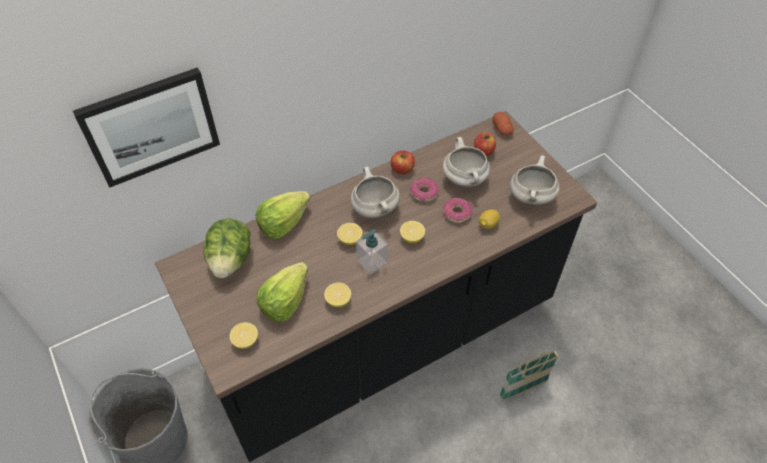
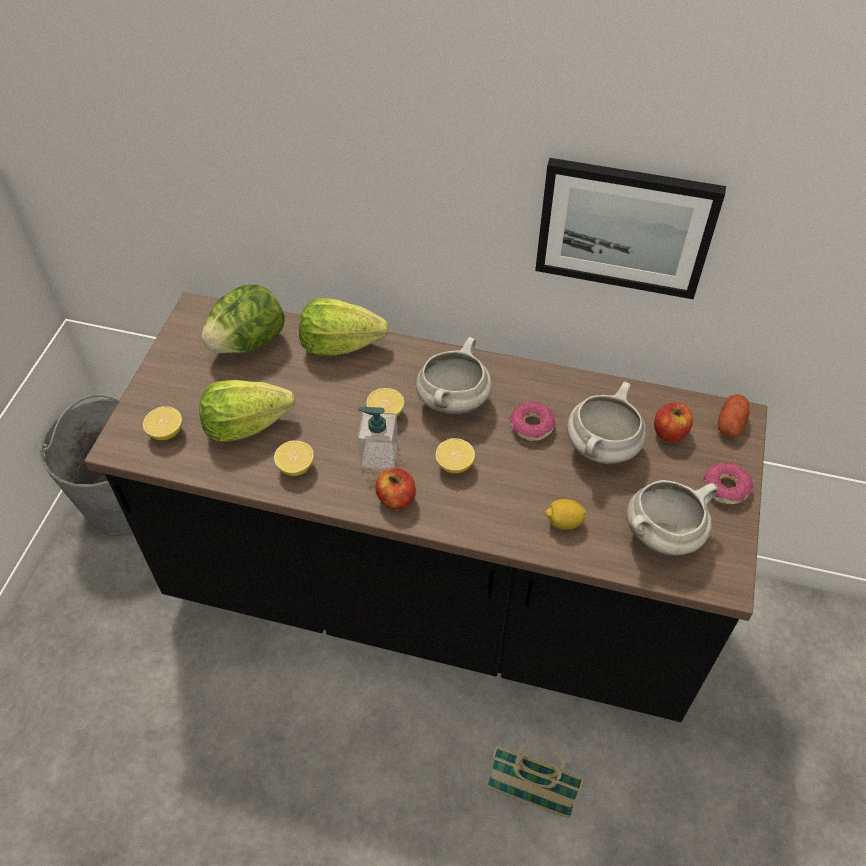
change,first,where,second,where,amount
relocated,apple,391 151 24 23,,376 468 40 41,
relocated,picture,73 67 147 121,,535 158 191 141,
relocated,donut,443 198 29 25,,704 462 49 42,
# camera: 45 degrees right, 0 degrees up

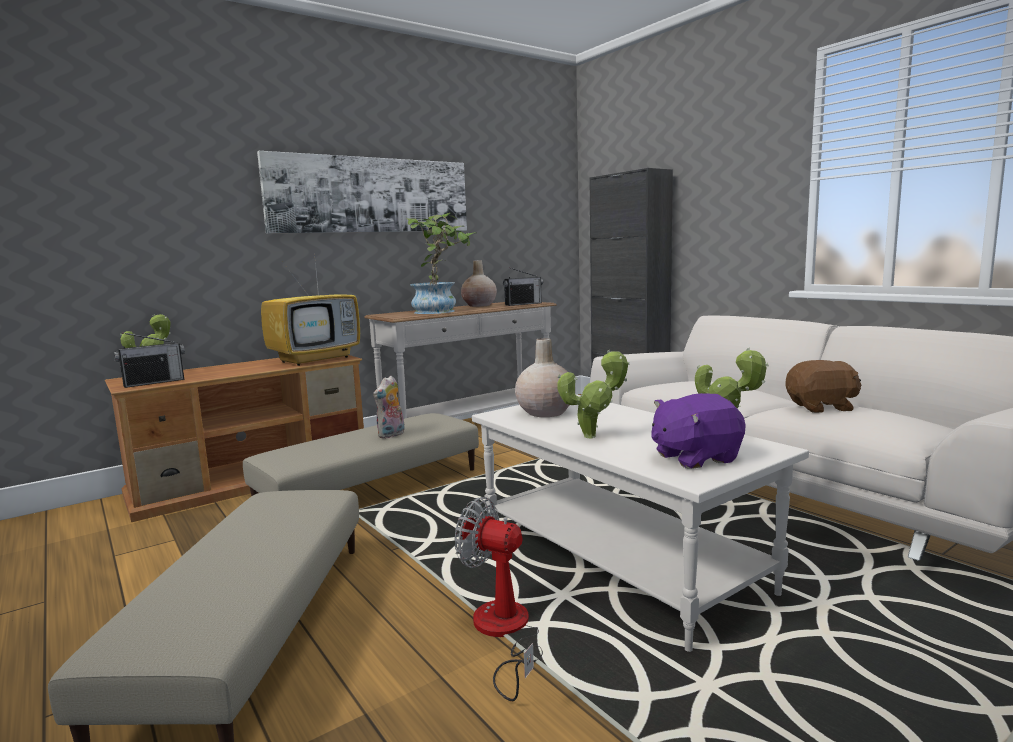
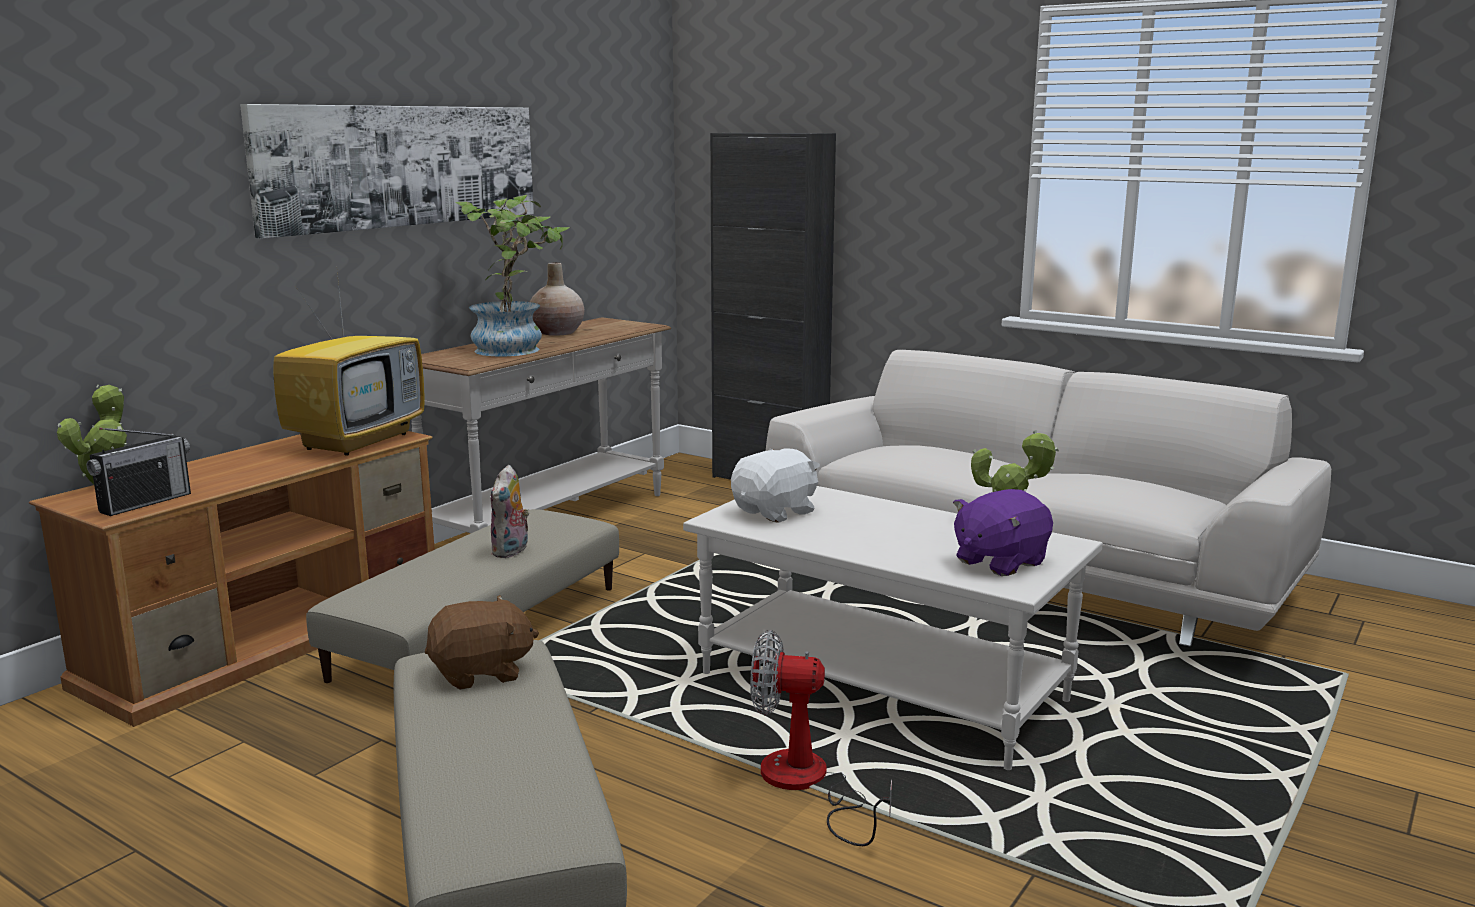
change,first,where,second,where,amount
relocated,brown plush toy,785 360 77 53,,425 595 114 95,
exchanged,beige vase,515 338 55 79,white plush toy,731 448 89 75,
missing,radio,503 267 40 39,,,
missing,potted plant,557 350 73 88,,,
# camera: 20 degrees left, 5 degrees up

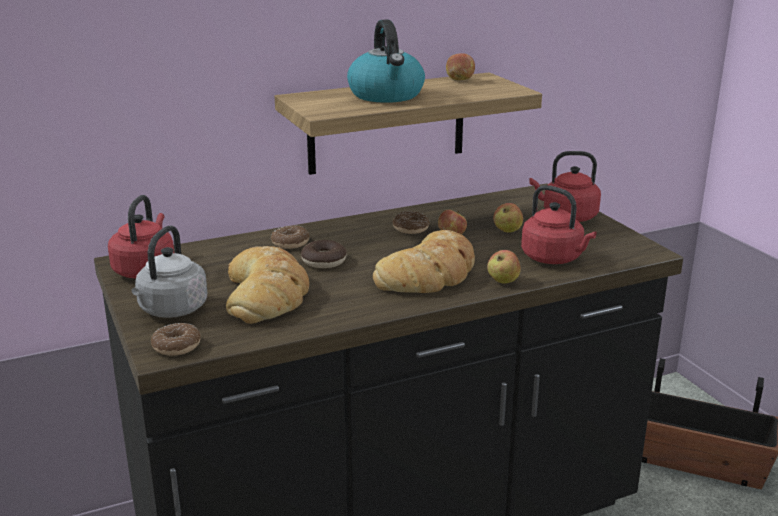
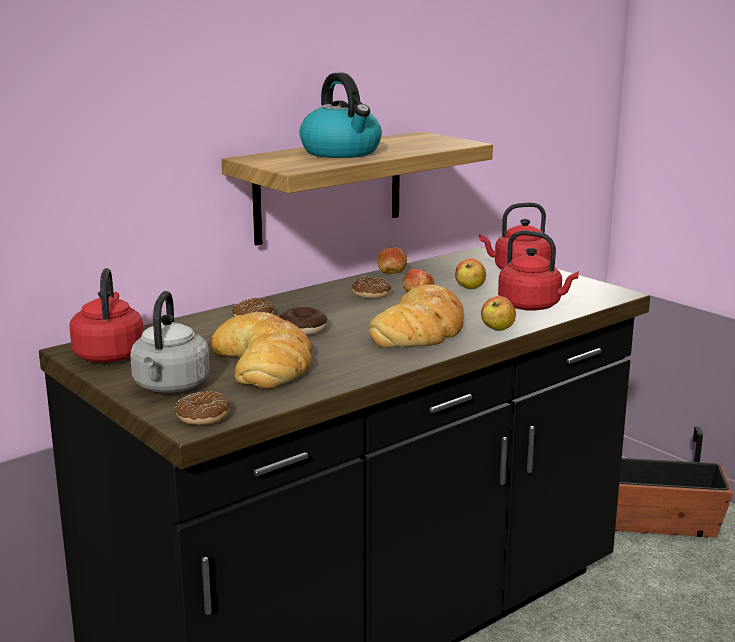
change,first,where,second,where,amount
relocated,apple,446 53 29 27,,377 247 30 27,
# camera: 15 degrees left, 5 degrees down

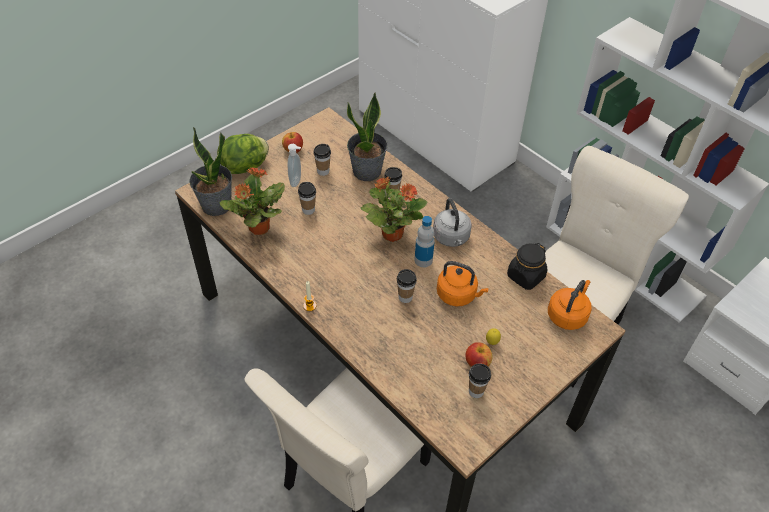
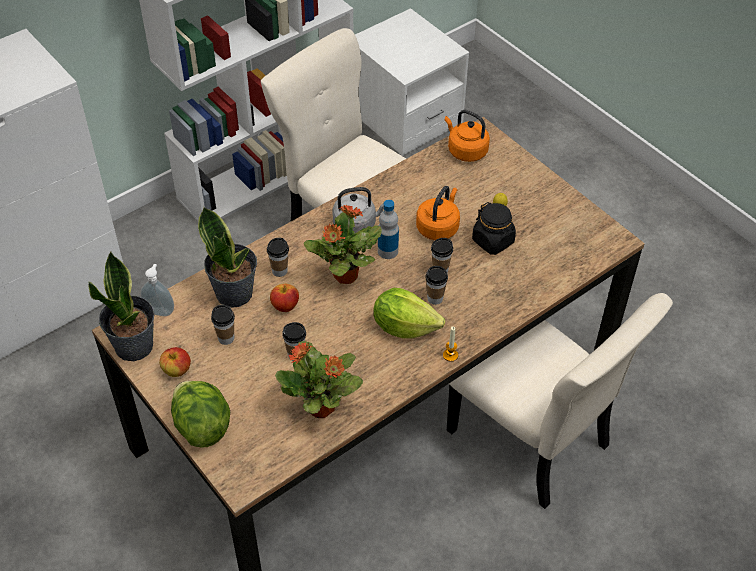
change,first,where,second,where,amount
relocated,potted plant,189 127 43 89,,89 251 66 110,
relocated,soap dispenser,287 144 14 43,,140 264 34 52,
relocated,apple,465 342 27 25,,270 284 29 28,
appeared,,,lettuce,374 288 71 50,
relocated,cup,469 363 22 35,,425 266 23 39,
relocated,black jar,507 243 41 47,,472 202 44 53,
# camera: 85 degrees left, 0 degrees up

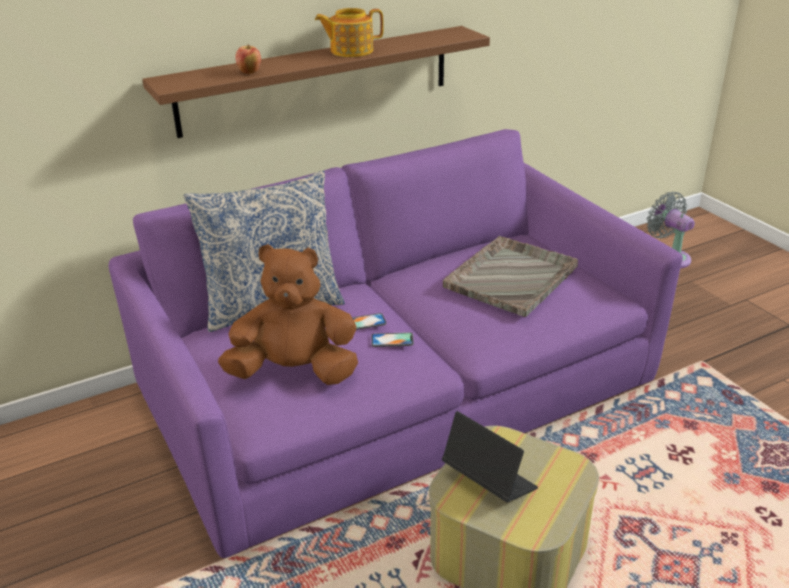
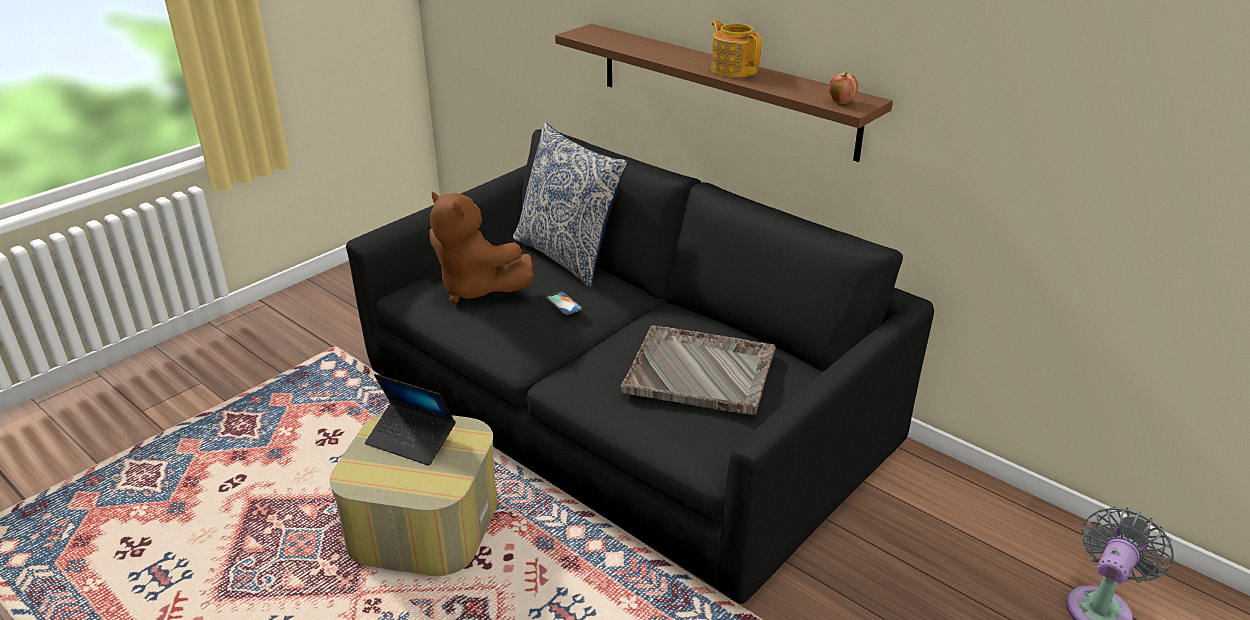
change,first,where,second,where,amount
colour,purple sofa,108 129 575 429,black sofa,346 129 588 475,
spun,laptop,442 411 96 91,,365 374 91 92,90 degrees clockwise
spun,brown plush toy,218 244 140 141,,429 192 105 111,150 degrees clockwise
relocated,apple,235 45 26 29,,829 72 29 32,
missing,phone,371 332 43 15,,,
# camera: 70 degrees right, 0 degrees up

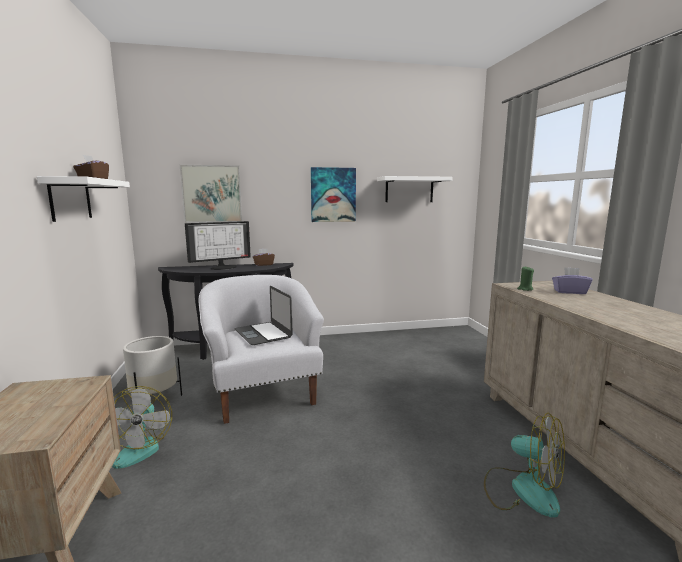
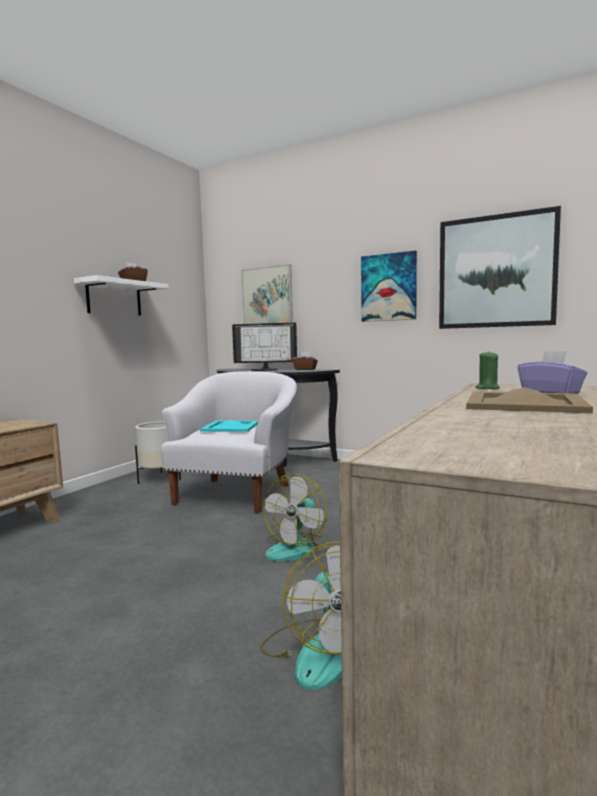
change,first,where,second,where,amount
exchanged,laptop,234 286 59 59,turquoise tray,200 420 58 12,
relocated,fan,112 386 60 83,,263 474 64 87,
exchanged,white shelf,377 176 76 26,picture,439 206 122 123,
appeared,,,beige tray,466 387 127 26,
# camera: 40 degrees right, 5 degrees down

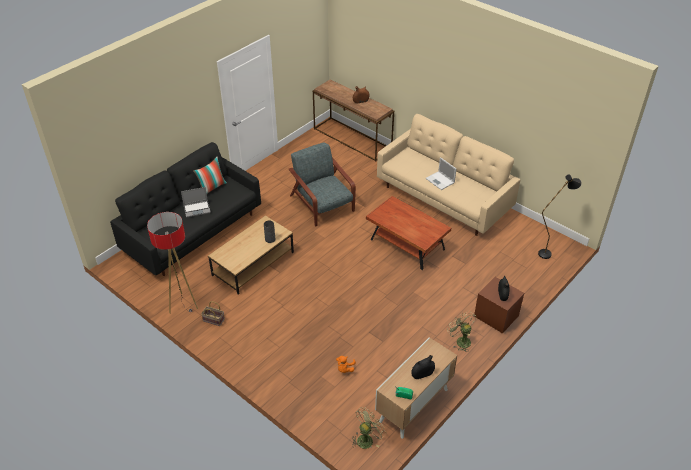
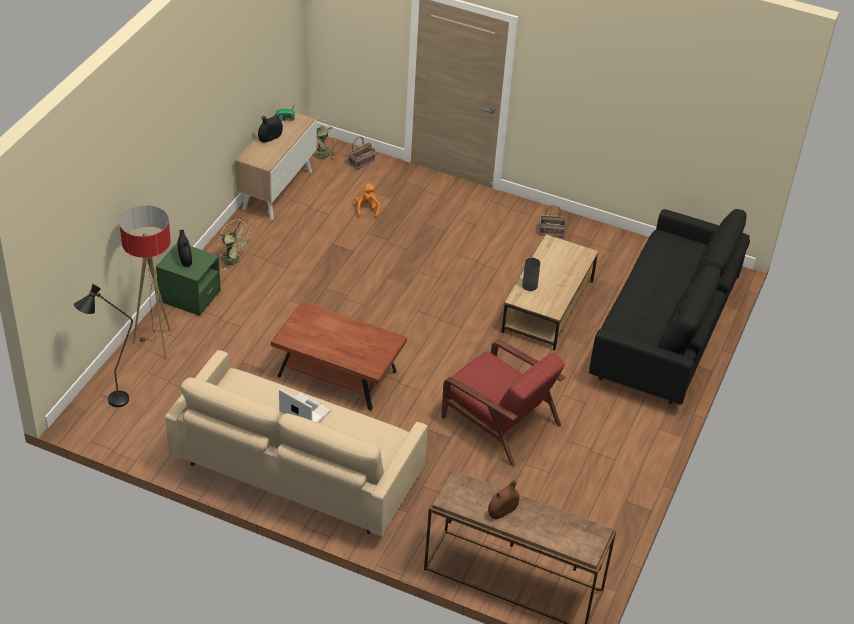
change,first,where,second,where,amount
relocated,floor lamp,147 212 51 102,,119 205 52 154,
colour,brown nightstand,474 277 50 56,green nightstand,156 243 65 73,
appeared,,,basket,349 137 27 33,
colour,grey armchair,289 142 67 84,red armchair,441 339 124 127,
missing,laptop,181 187 30 30,,,
missing,pillow,193 157 34 37,,,
# camera: 160 degrees right, 0 degrees up

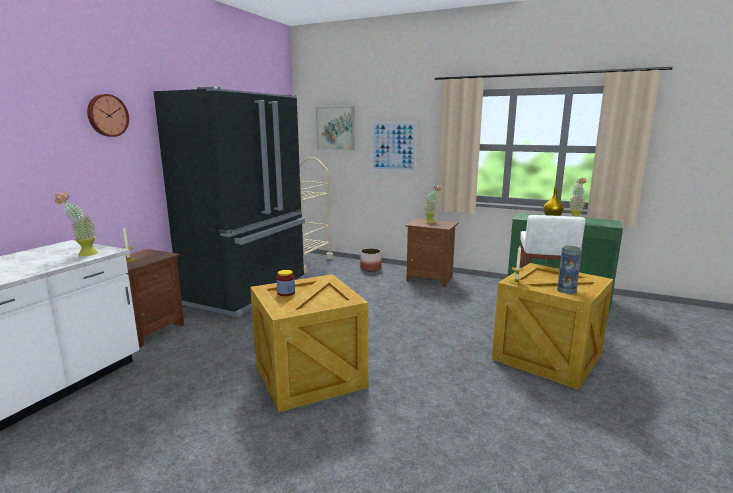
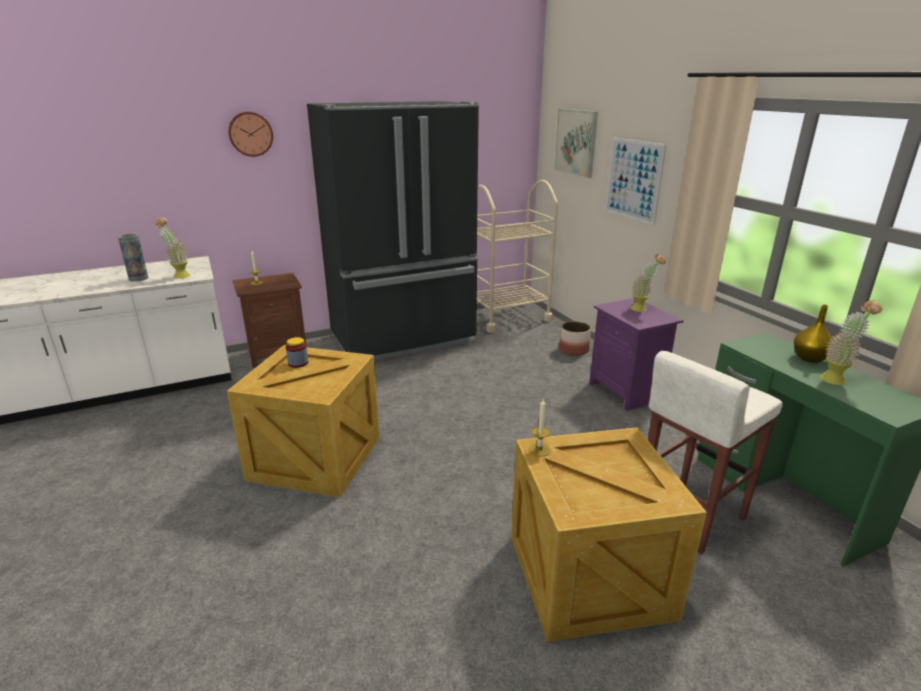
change,first,where,second,where,amount
relocated,vase,557 246 25 48,,118 234 31 48,
colour,brown nightstand,405 219 54 68,purple nightstand,589 298 95 113,
# camera: 40 degrees right, 10 degrees up

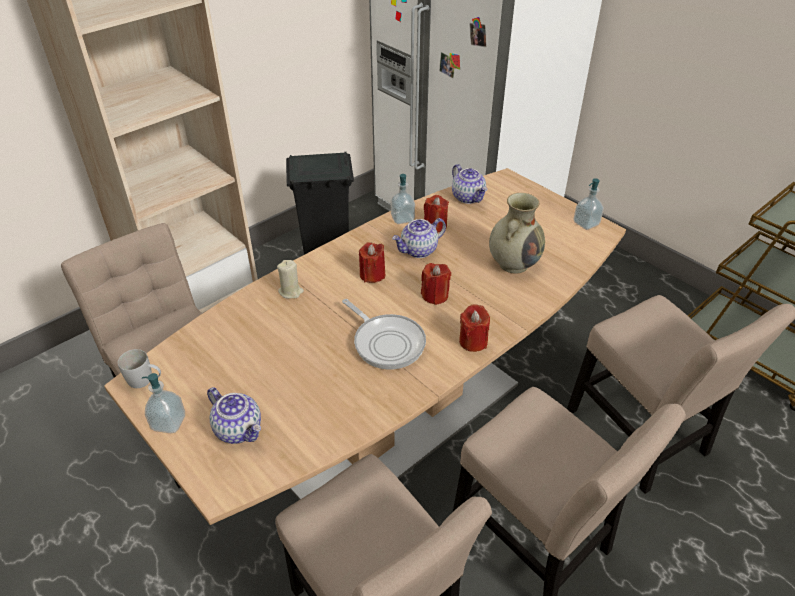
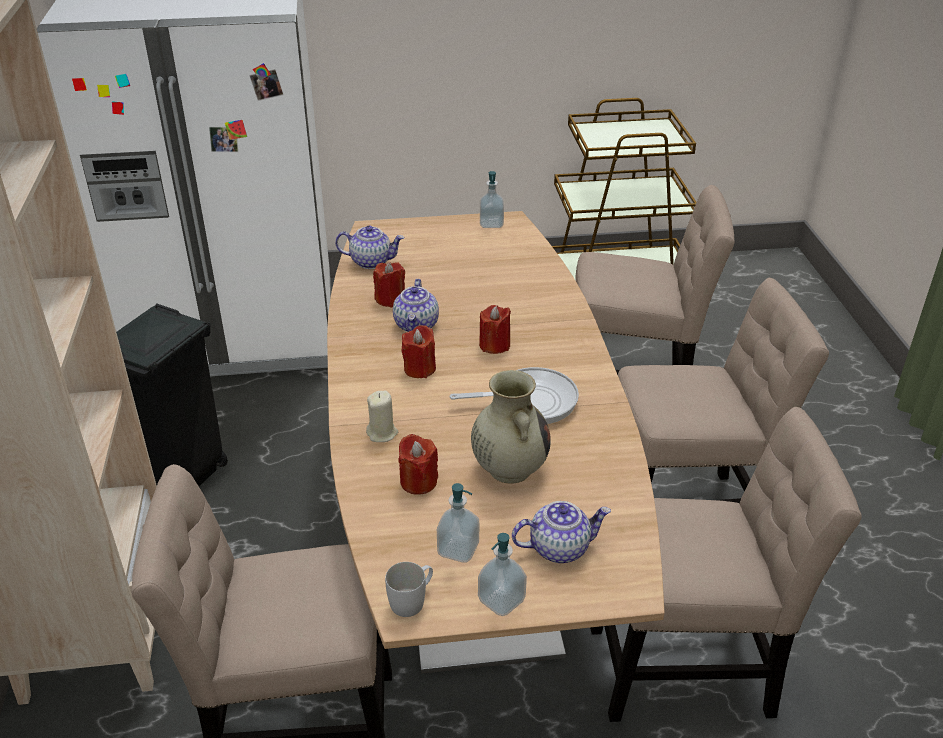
change,first,where,second,where,amount
relocated,red candle,459 304 31 48,,399 434 39 61,
relocated,soap dispenser,391 174 24 50,,437 483 42 79,
relocated,beige vase,489 193 56 81,,471 370 80 114,
# camera: 55 degrees left, 5 degrees down

